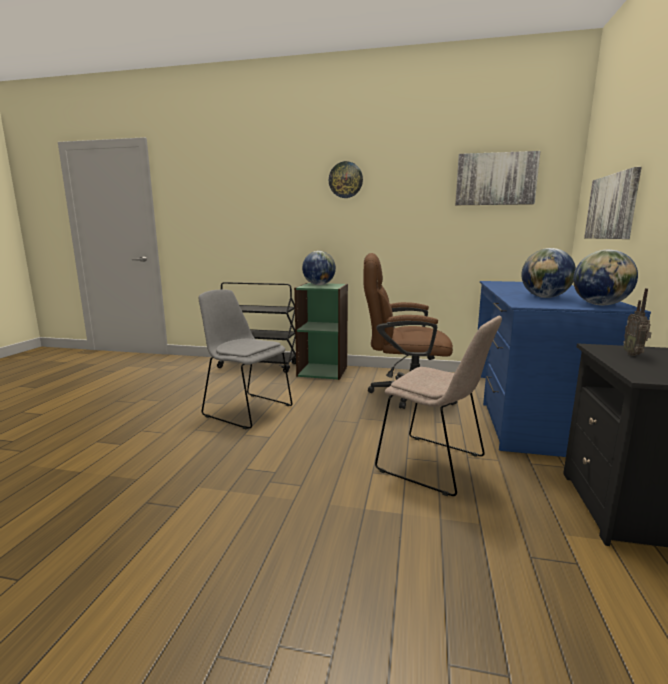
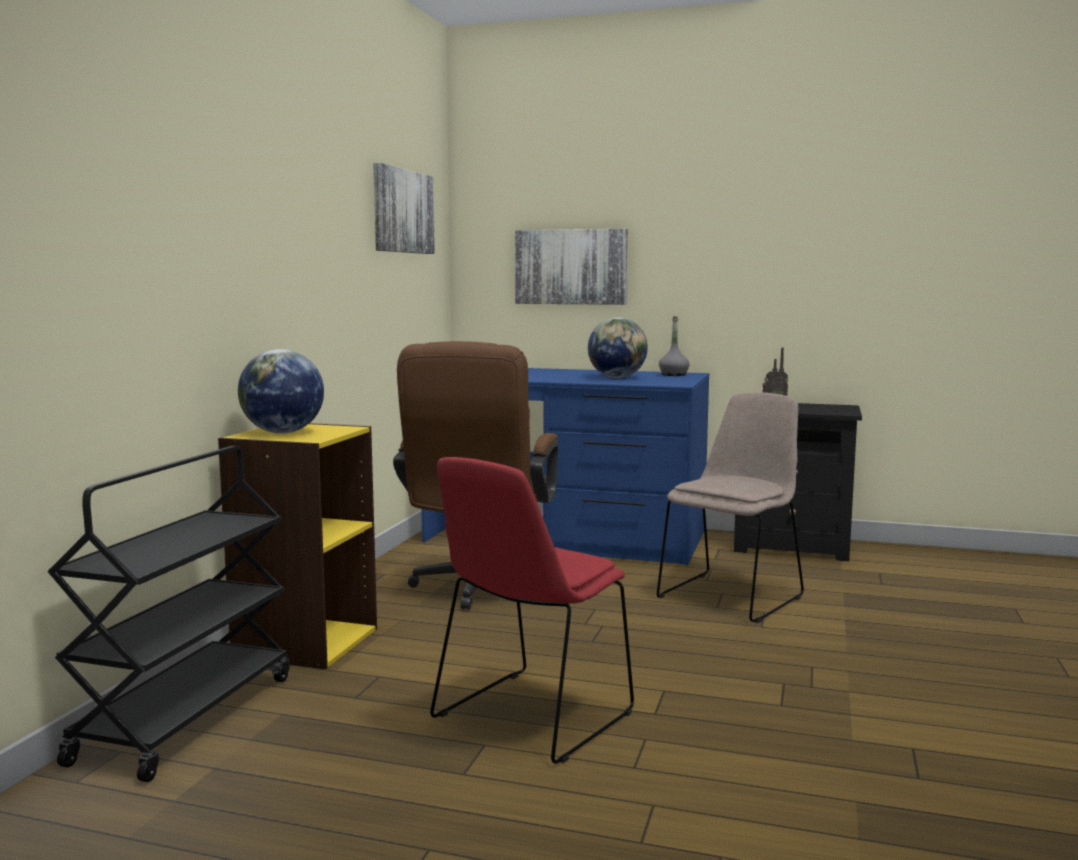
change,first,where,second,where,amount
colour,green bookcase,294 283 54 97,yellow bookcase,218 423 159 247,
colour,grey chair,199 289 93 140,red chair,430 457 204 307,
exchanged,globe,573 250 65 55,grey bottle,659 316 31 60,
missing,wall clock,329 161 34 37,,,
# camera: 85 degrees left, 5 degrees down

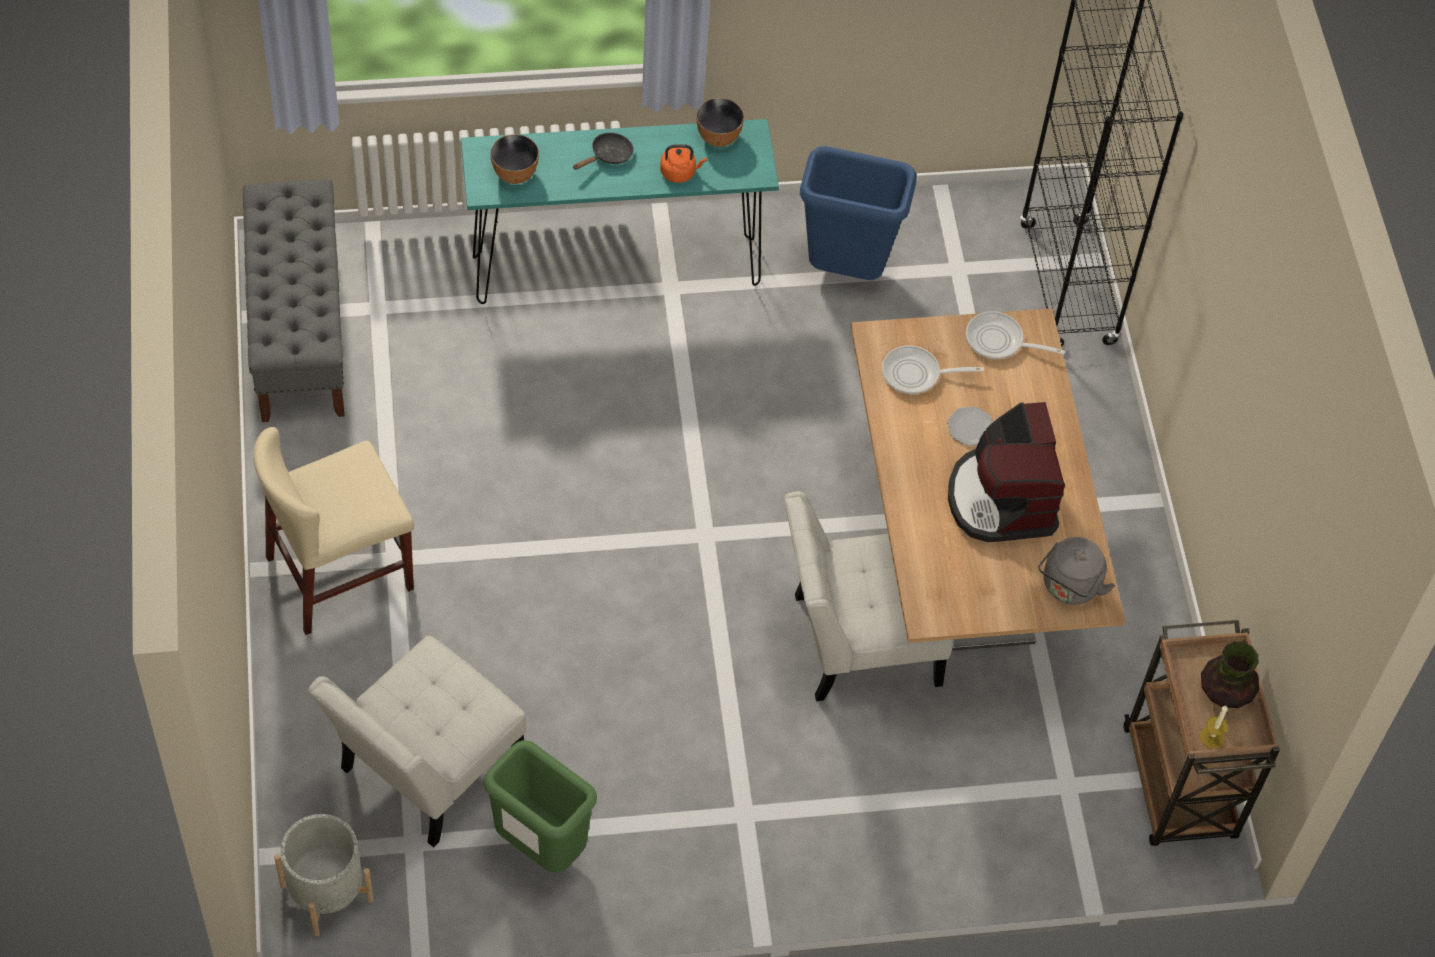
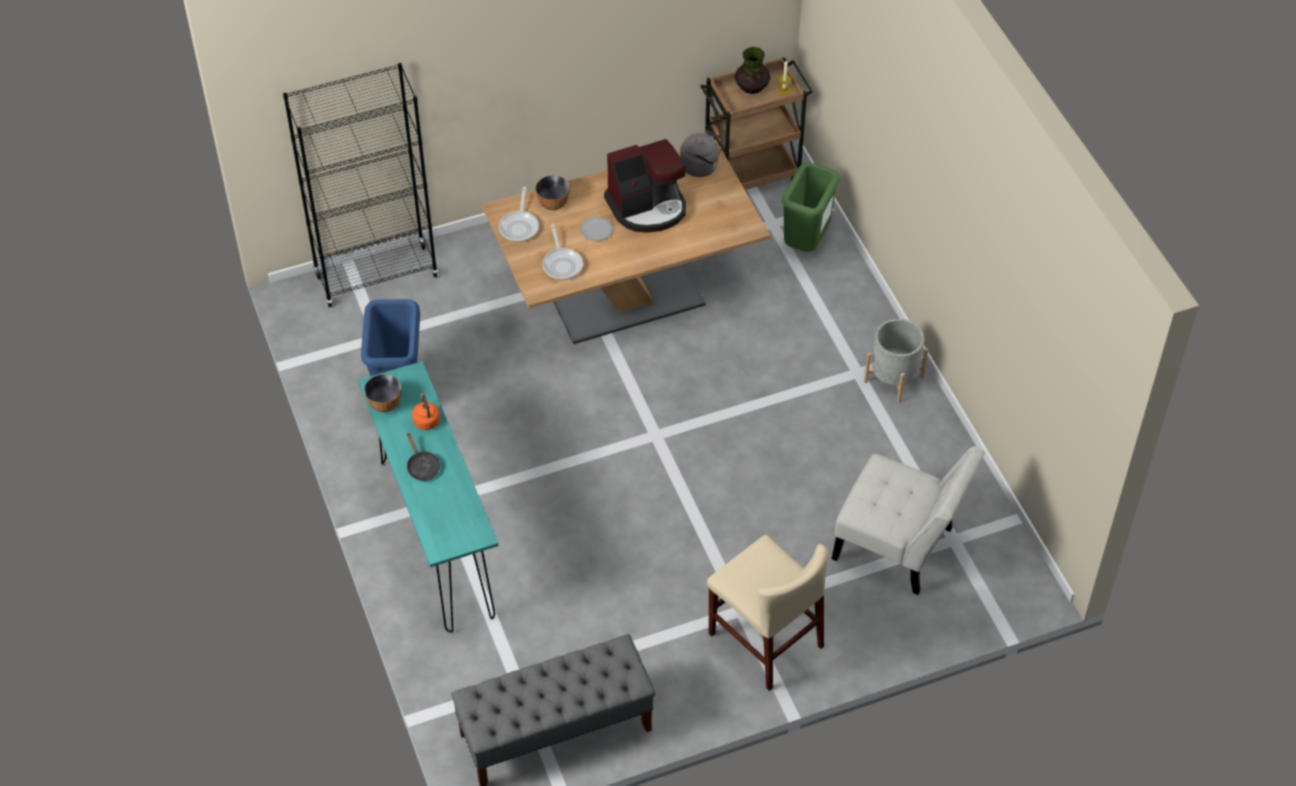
change,first,where,second,where,amount
spun,black frying pan,573 133 61 37,,407 432 33 49,150 degrees counterclockwise
relocated,bowl,491 134 48 50,,536 176 34 34,
relocated,green trash can,483 740 114 133,,782 163 58 89,
relocated,grey planter,274 814 100 122,,864 319 64 84,
missing,white chair,785 491 169 210,,,
# camera: 100 degrees left, 5 degrees down

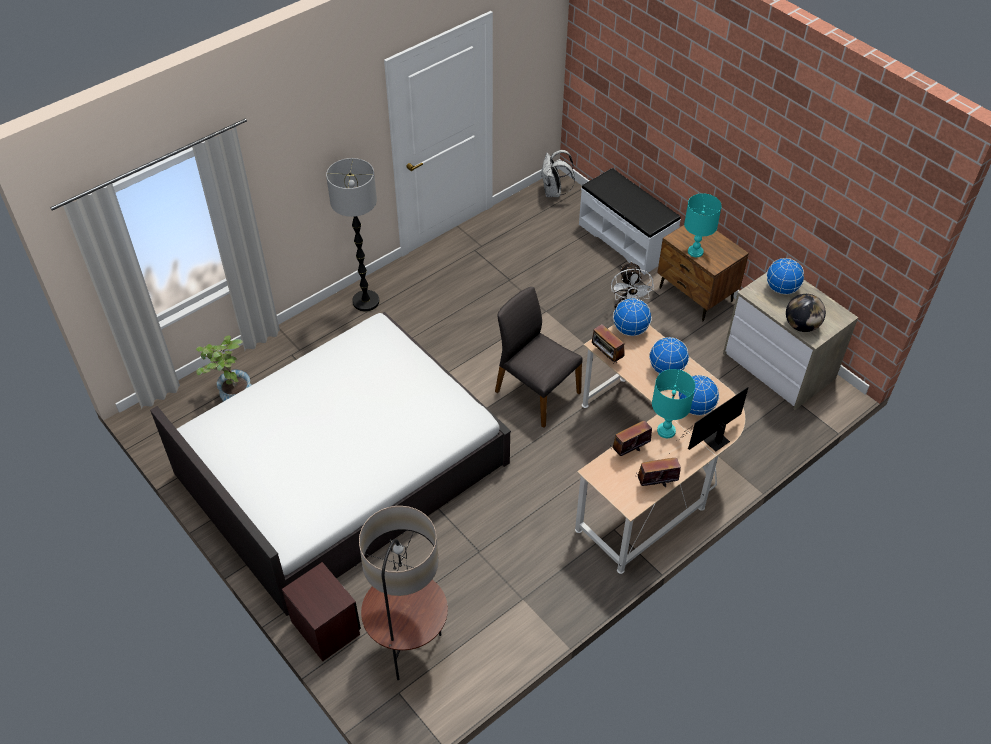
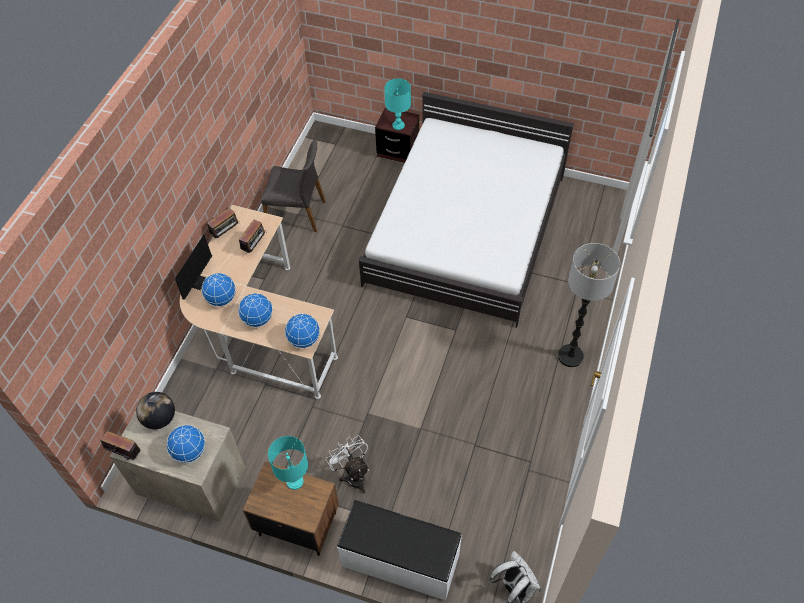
change,first,where,second,where,amount
relocated,radio,592 324 33 38,,100 431 40 29,
relocated,grey chair,495 287 87 141,,261 139 65 93,
relocated,turquoise table lamp,652 369 43 69,,384 78 27 52,
missing,potted plant,196 335 55 67,,,
missing,floor lamp,359 506 89 174,,,
# camera: 150 degrees right, 5 degrees up

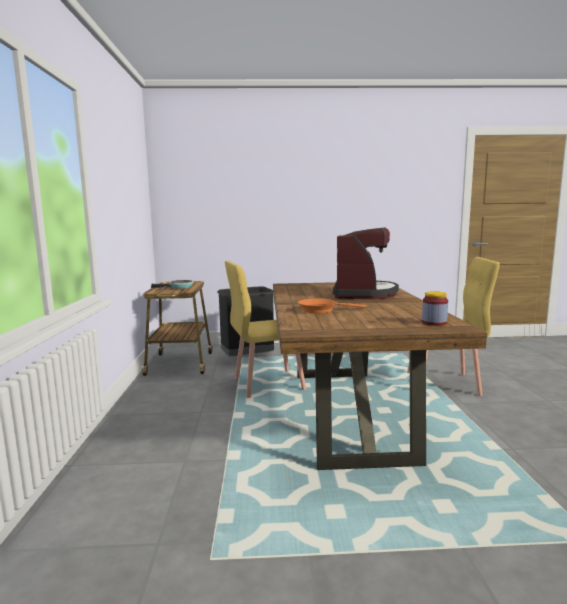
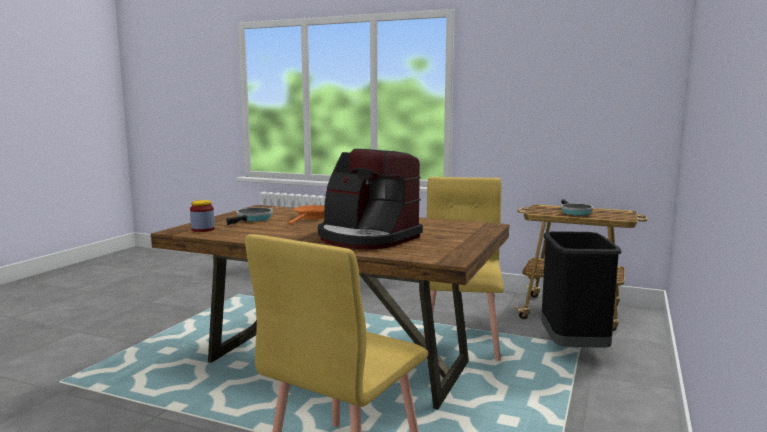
change,first,where,second,where,amount
appeared,,,frying pan,226 207 47 18,
# camera: 115 degrees right, 0 degrees up

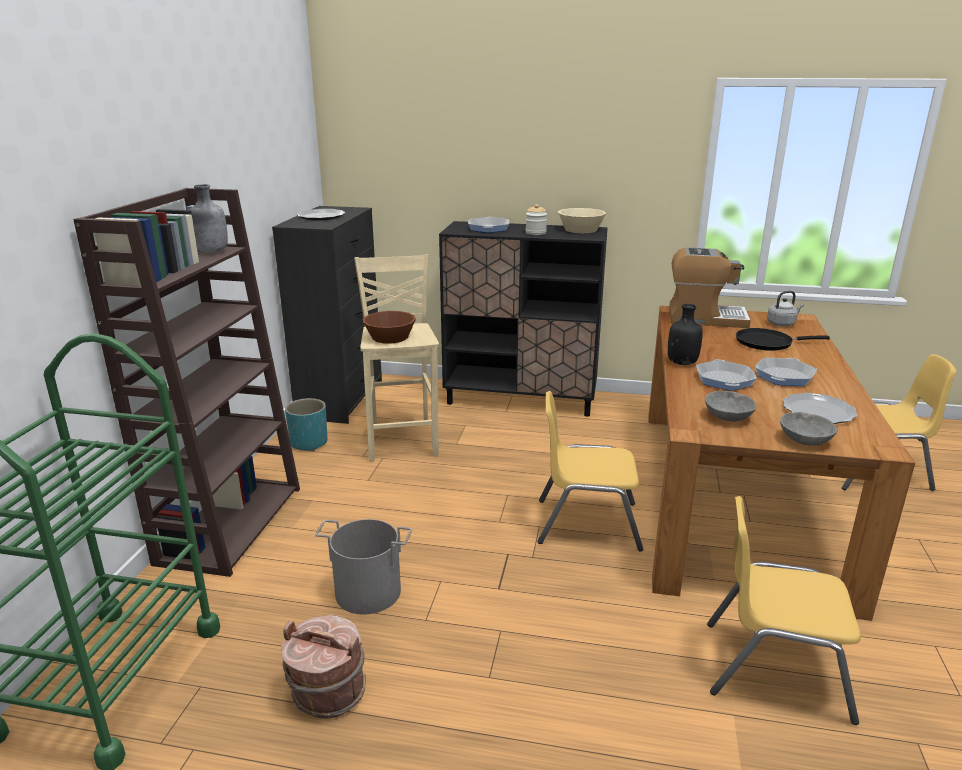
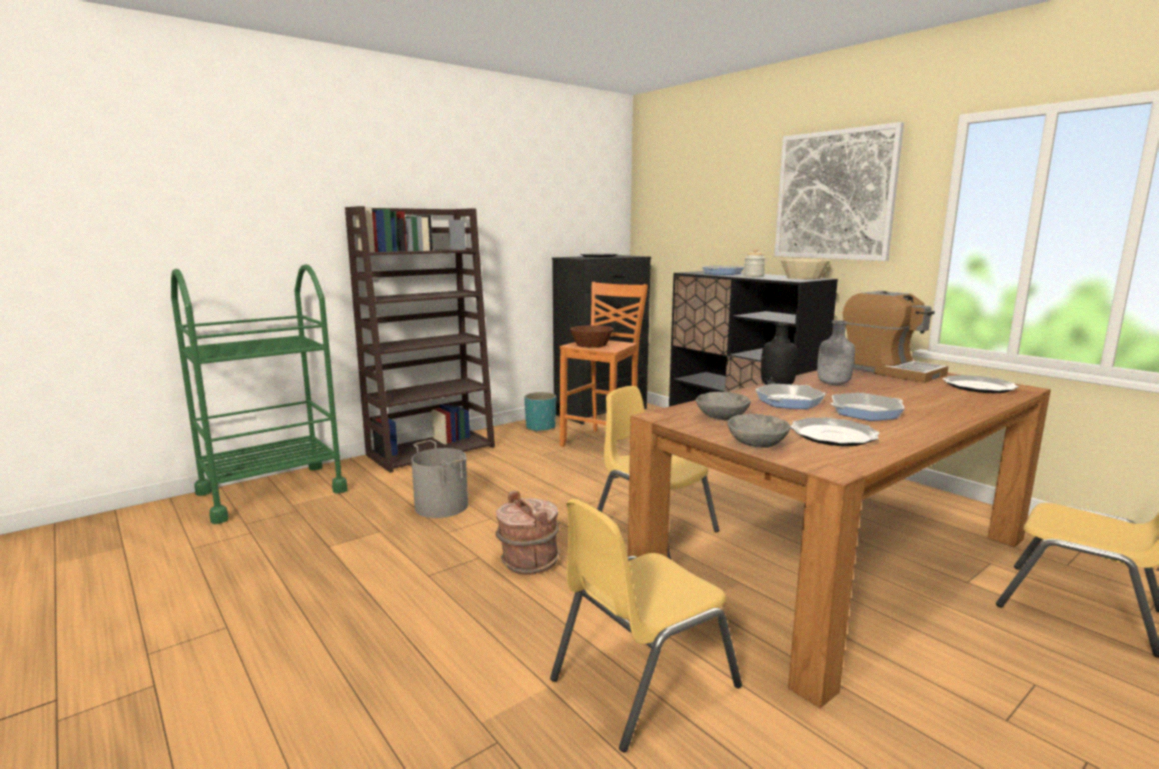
change,first,where,second,where,amount
relocated,brown bucket,281 615 85 104,,495 490 65 85,
spun,yellow chair,707 496 154 229,,550 498 192 255,90 degrees counterclockwise
colour,beige stool,354 254 85 208,orange stool,560 282 88 165,
appeared,,,picture,774 122 130 139,
relocated,grey bottle,189 184 39 69,,817 320 38 65,
exchanged,grey kettle,767 291 37 35,plate,943 375 76 18,
missing,black frying pan,736 328 94 23,,,
# camera: 40 degrees right, 10 degrees down

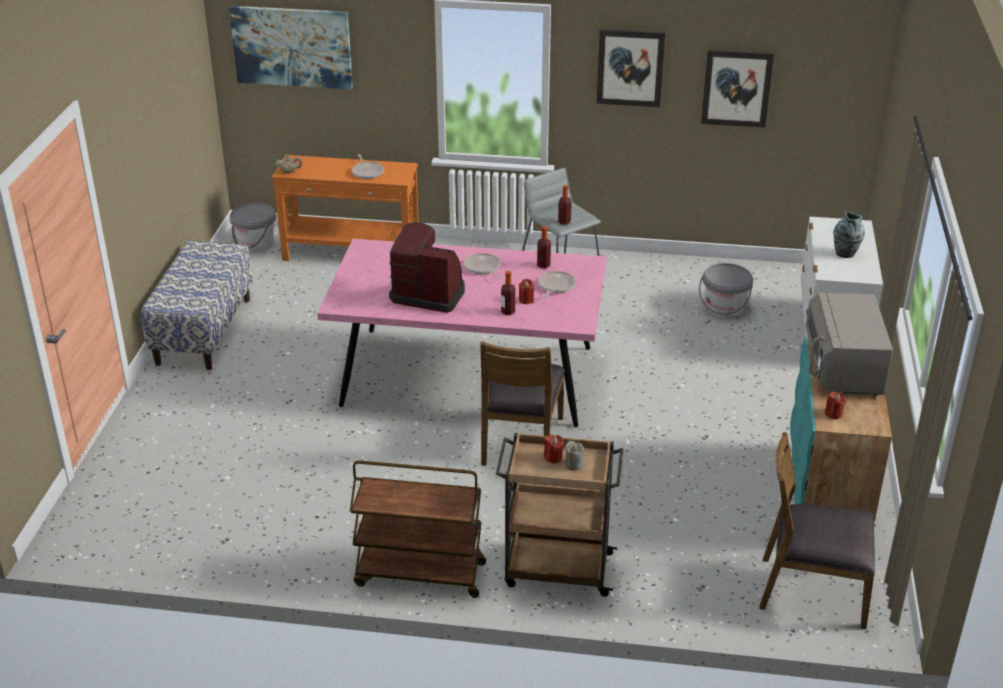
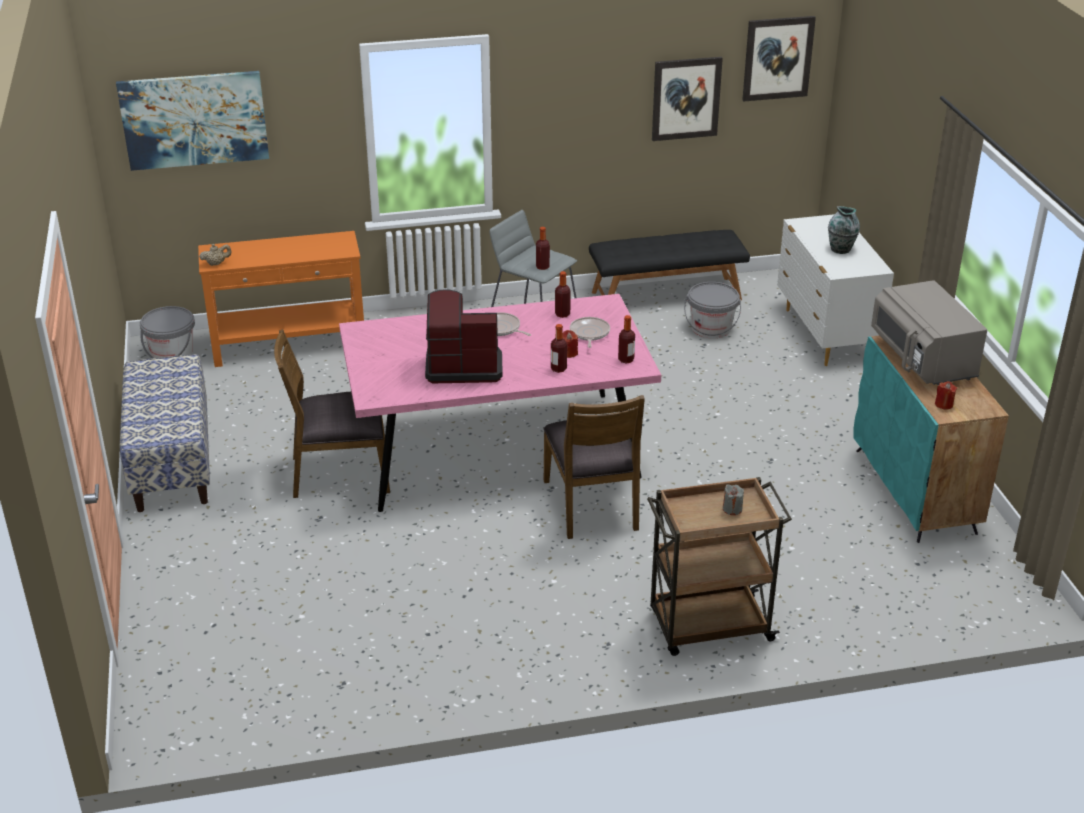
change,first,where,second,where,amount
relocated,brown chair,759 432 116 197,,274 329 116 169,
appeared,,,black bench,589 230 161 70,
appeared,,,bottle,618 315 17 49,
relocated,picture,597 29 68 78,,742 16 74 85,
missing,brown cart,350 460 136 138,,,
missing,frying pan,352 154 32 25,,,
missing,red candle,544 435 20 28,,,
# camera: 20 degrees left, 0 degrees up

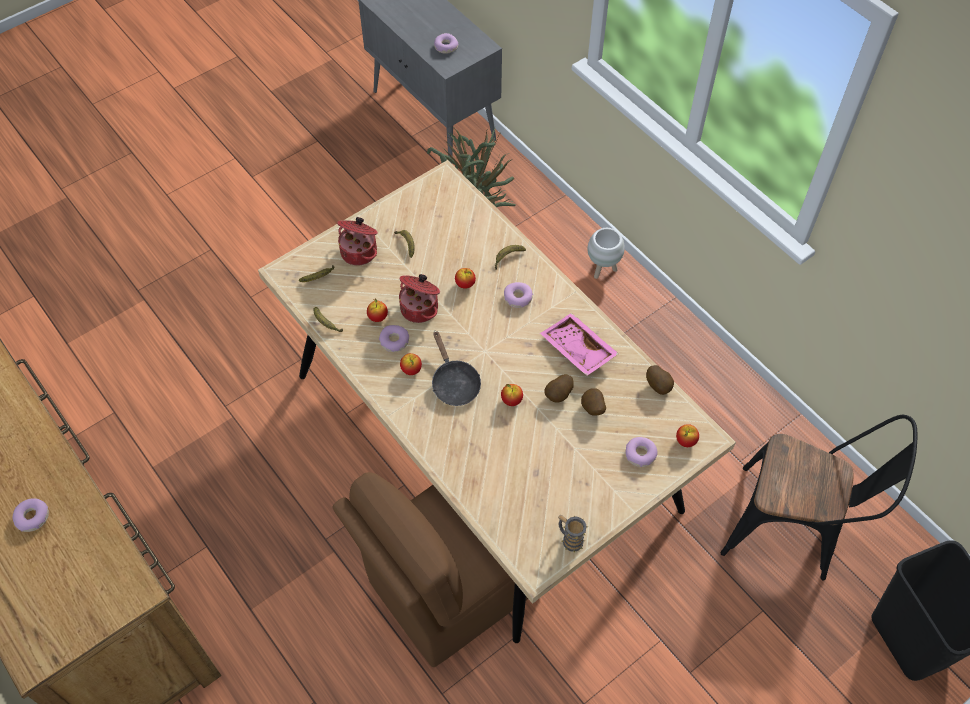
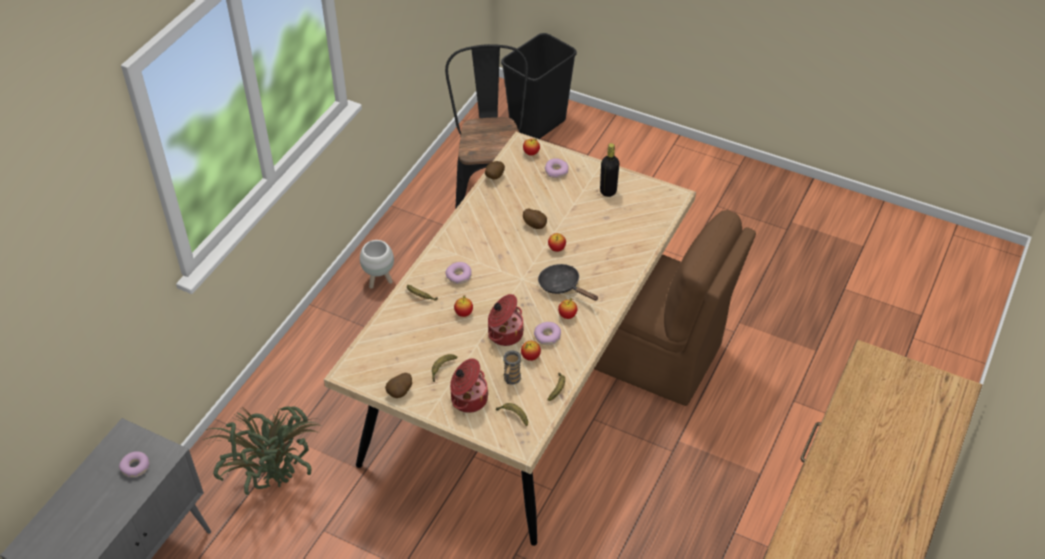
change,first,where,second,where,amount
relocated,white planter,588 228 37 51,,360 240 34 49,
relocated,potato,581 388 25 27,,385 373 27 25,
relocated,mug,558 515 30 38,,502 350 20 35,
spun,black frying pan,432 331 49 75,,538 264 60 37,90 degrees counterclockwise
appeared,,,black bottle,600 143 19 54,
missing,donut,12 498 37 34,,,
missing,pink tray,540 313 79 63,,,
# camera: 115 degrees left, 10 degrees down

